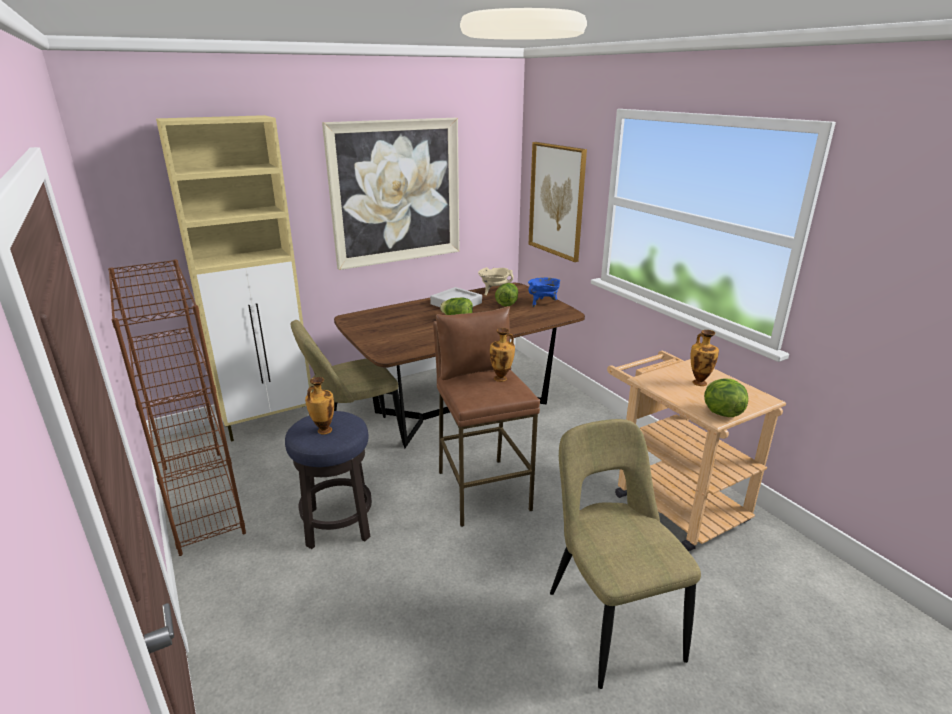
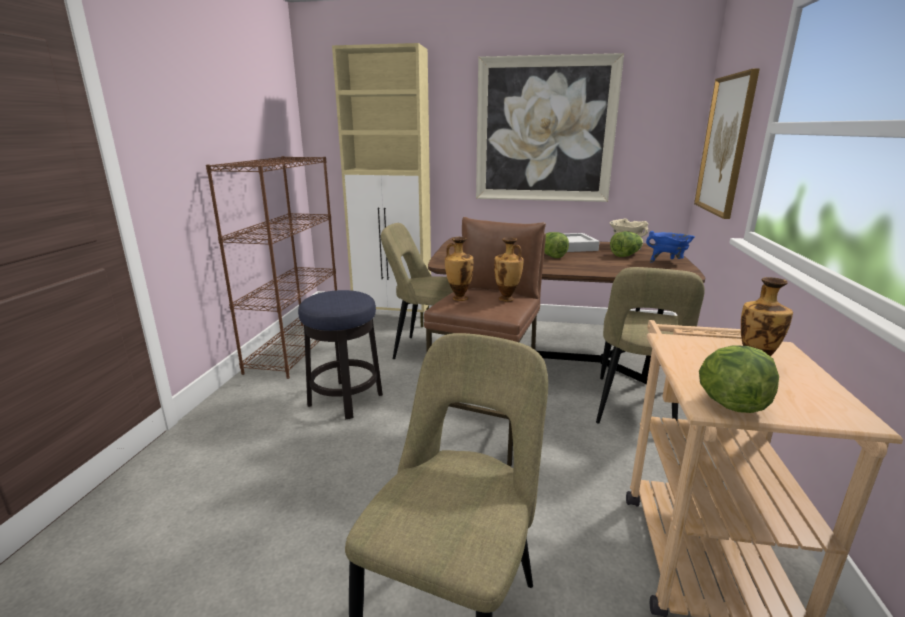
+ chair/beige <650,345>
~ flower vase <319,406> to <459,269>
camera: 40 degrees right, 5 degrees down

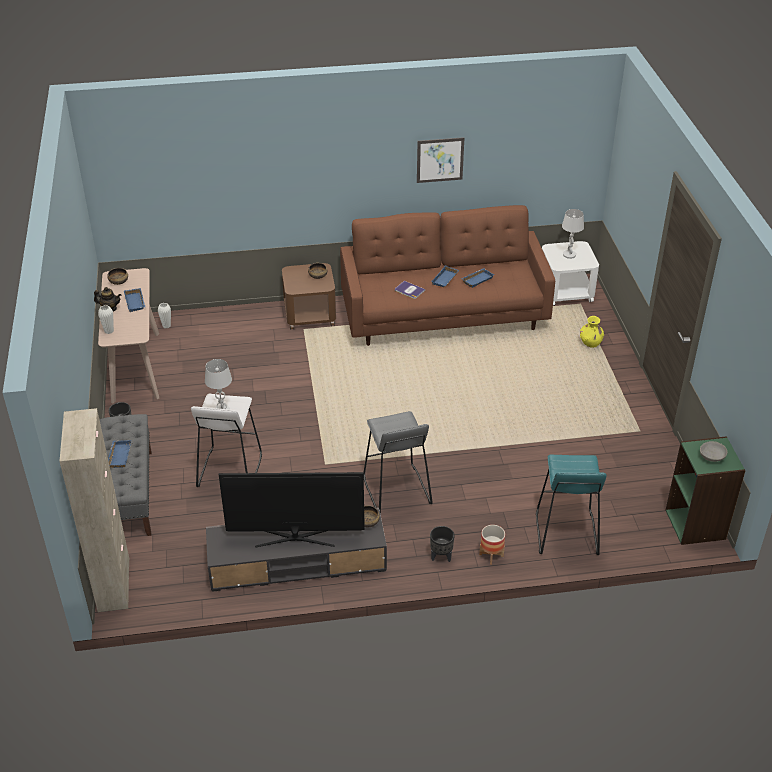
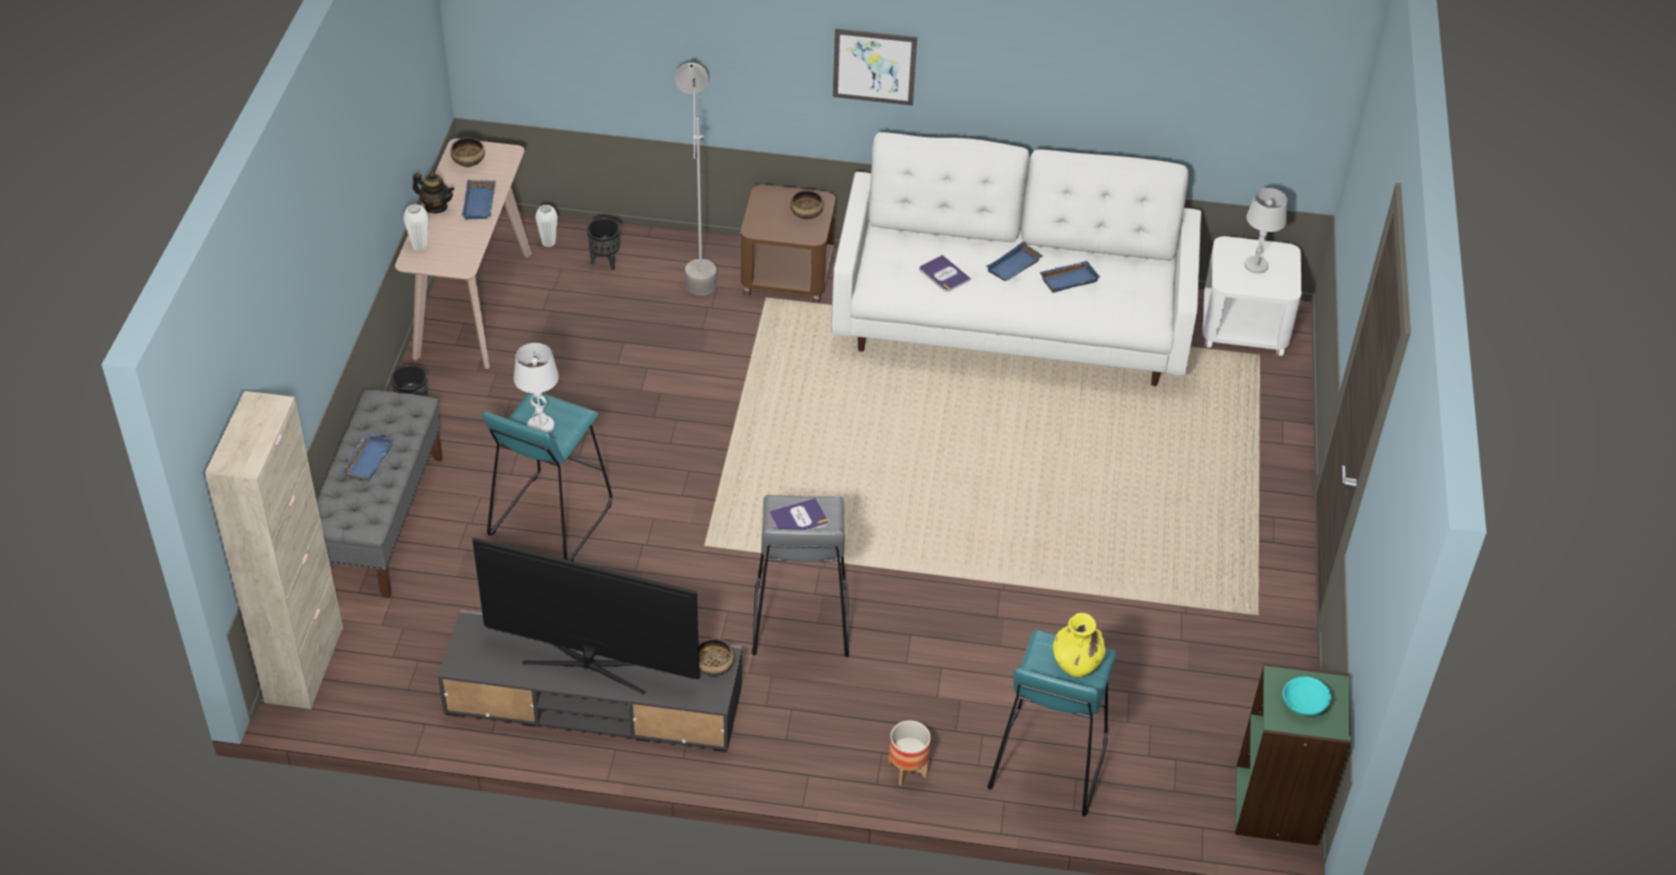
+ standard lamp/grey <696,179>
+ book <798,514>
~ wall picture <440,160> to <875,67>
~ planter/black <442,544> to <603,244>
~ flower vase/yellowish <592,332> to <1079,645>
~ stool seat/white <226,440> to stool seat/turquoise <547,477>
~ settee/brown-coloured <447,275> to settee/white <1016,259>
~ deep dish/grey <713,451> to deep dish/turquoise <1307,696>
camera: 15 degrees right, 5 degrees up

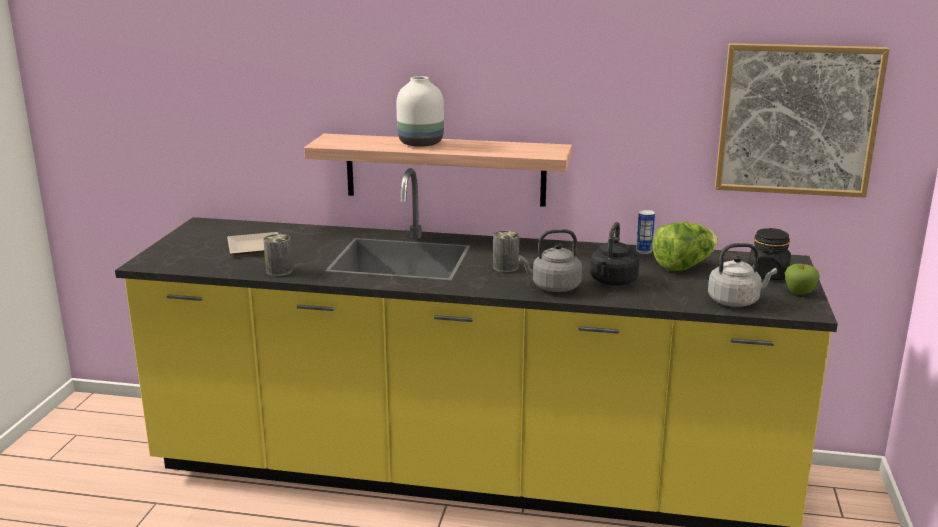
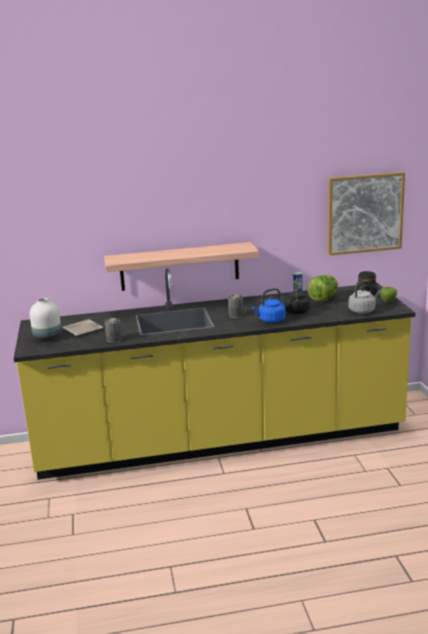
~ flower vase/white <420,111> to <45,319>
~ kettle/grey <550,260> to kettle/bluish <269,305>
camera: 20 degrees left, 0 degrees up

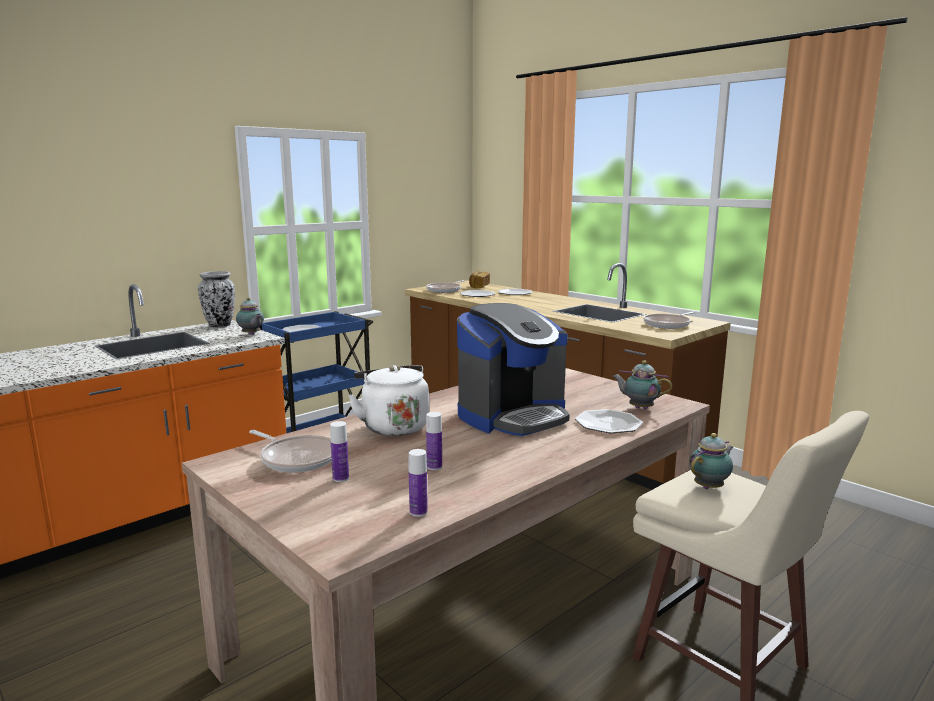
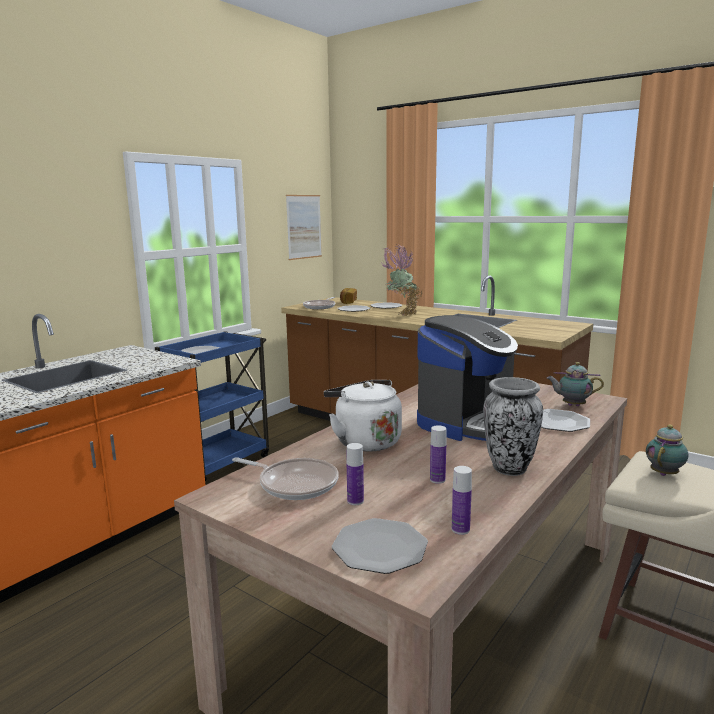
- teapot <250,316>
- pan <669,320>
+ wall picture <304,227>
+ flat dish <380,546>
+ potted plant <402,280>
~ flower vase <216,299> to <513,426>
camera: 10 degrees left, 0 degrees up

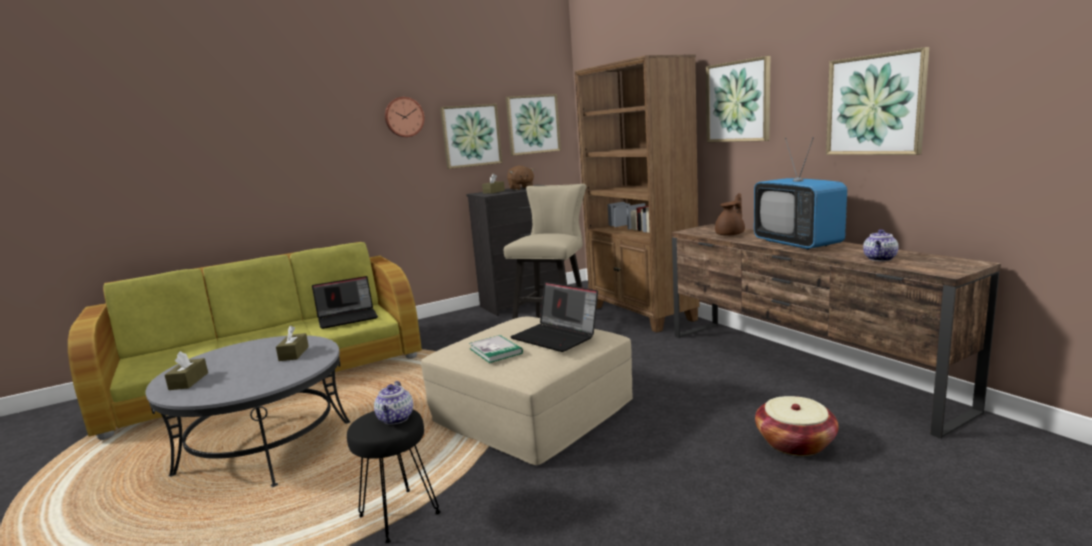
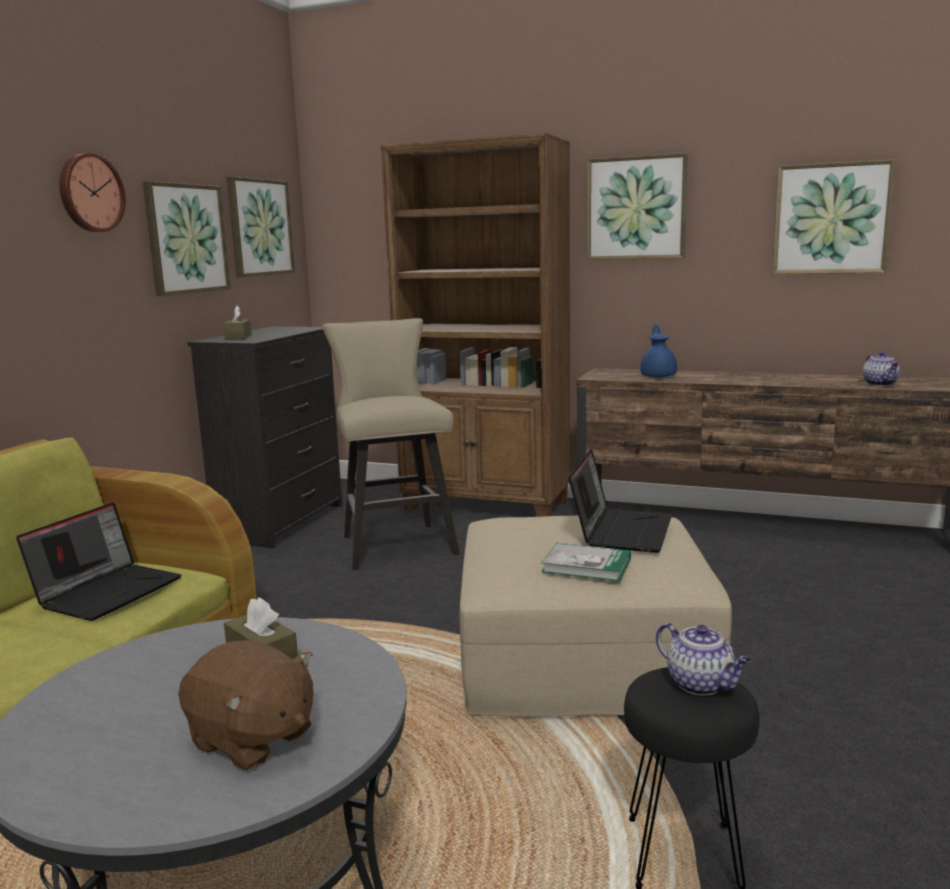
- tissue holder/brown-coloured <186,370>
- television <800,193>
- storage basket <797,426>
~ soft toy/brown-coloured <521,178> to <246,705>
~ teapot/brown-coloured <730,214> to teapot/bluish <659,351>
~ laptop <554,317> = <620,501> 75 degrees counterclockwise
camera: 40 degrees left, 0 degrees up

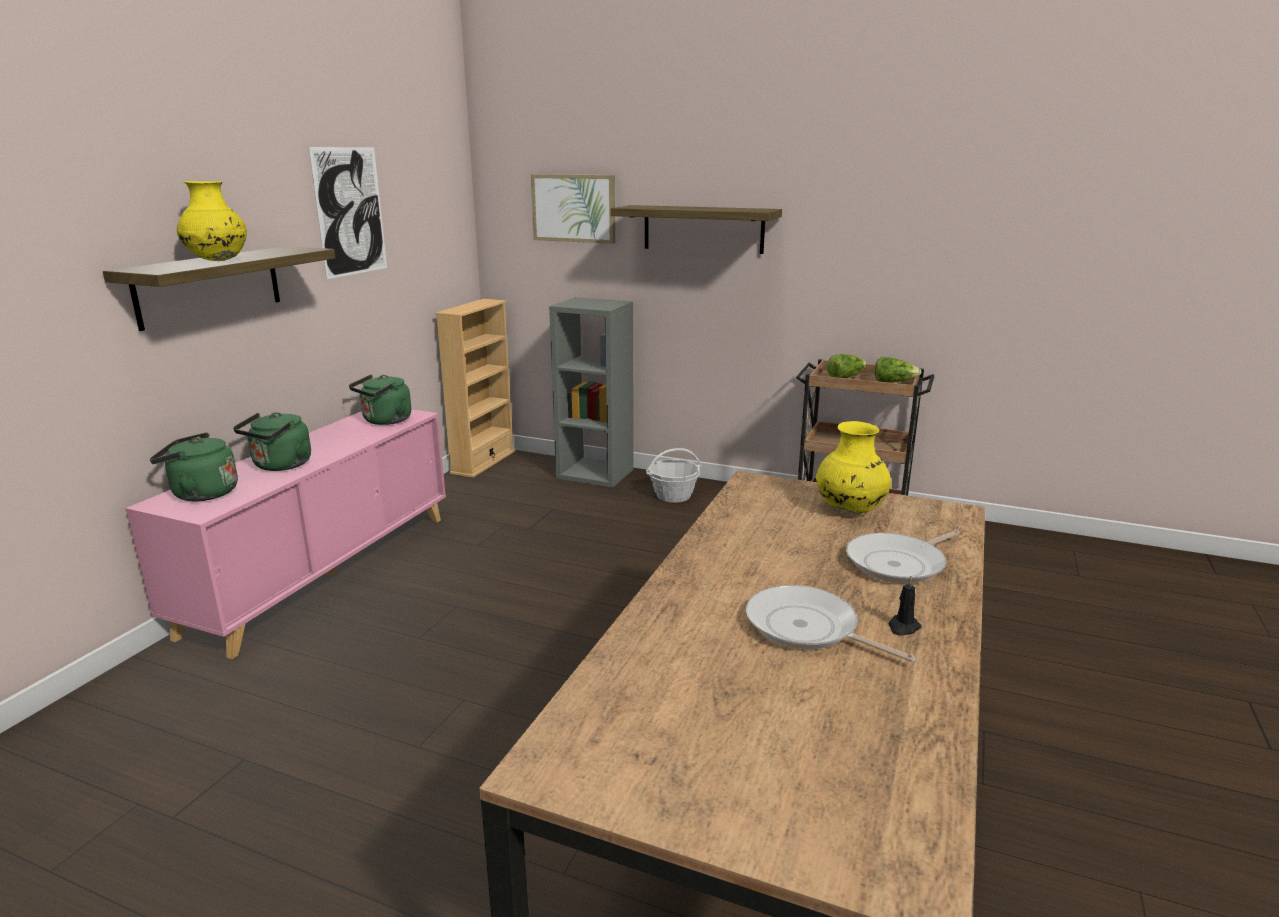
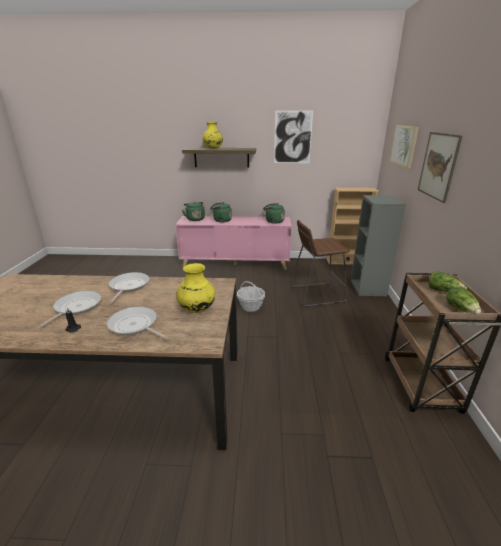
+ pan <129,288>
+ stool seat/brown-coloured <320,263>
~ storage basket <674,475> to <251,296>
~ bracket shelf <696,229> to wall picture <440,167>
camera: 70 degrees right, 5 degrees up

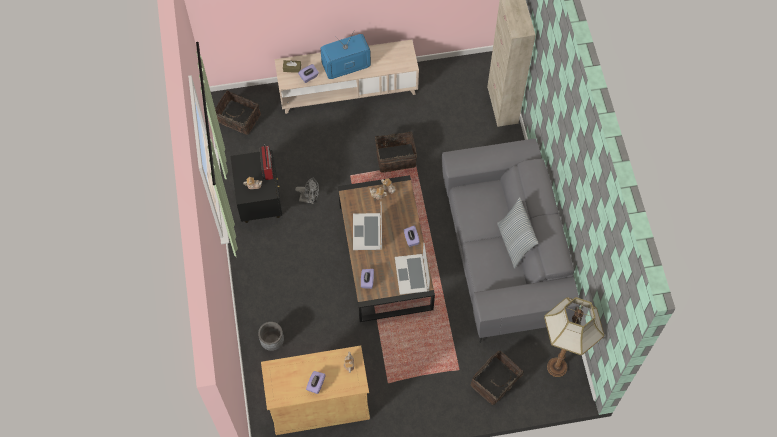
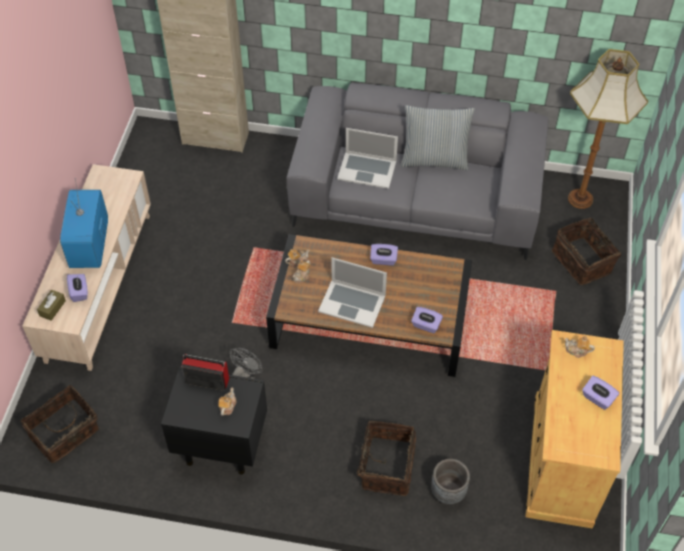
~ storage basket <396,151> to <386,458>
~ laptop <412,269> to <367,158>
camera: 70 degrees left, 10 degrees down

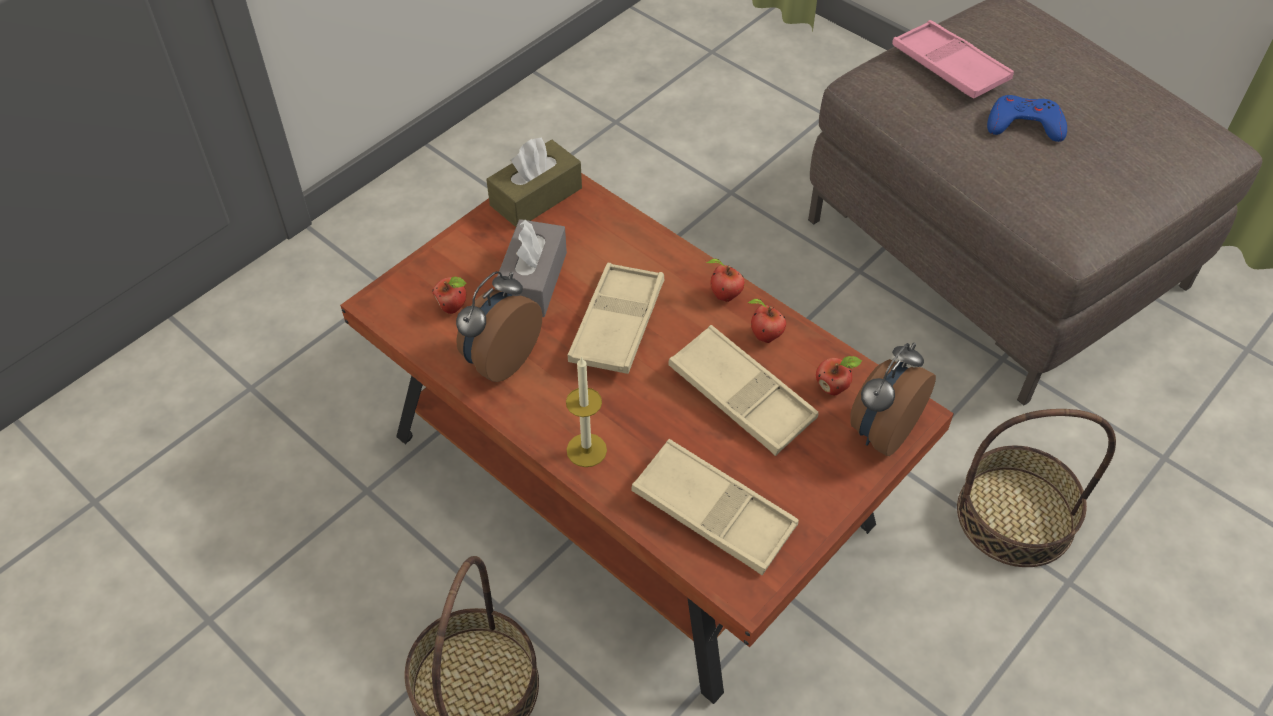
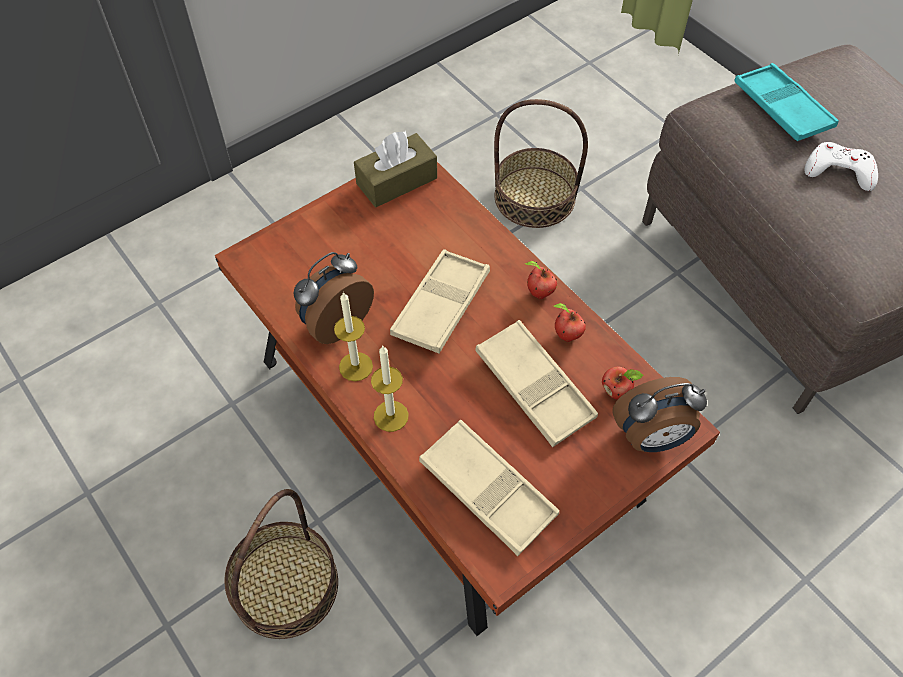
- whole apple <449,295>
- tissue holder/grey <531,268>
+ candle <353,336>
~ storage basket <1036,488> to <541,163>
~ tray/pink-coloured <953,59> to tray/turquoise <787,102>
~ game controller/bluish <1027,118> to game controller/white <841,166>
~ bedside clock <893,399> = <659,414> 150 degrees counterclockwise
camera: 10 degrees right, 5 degrees up

